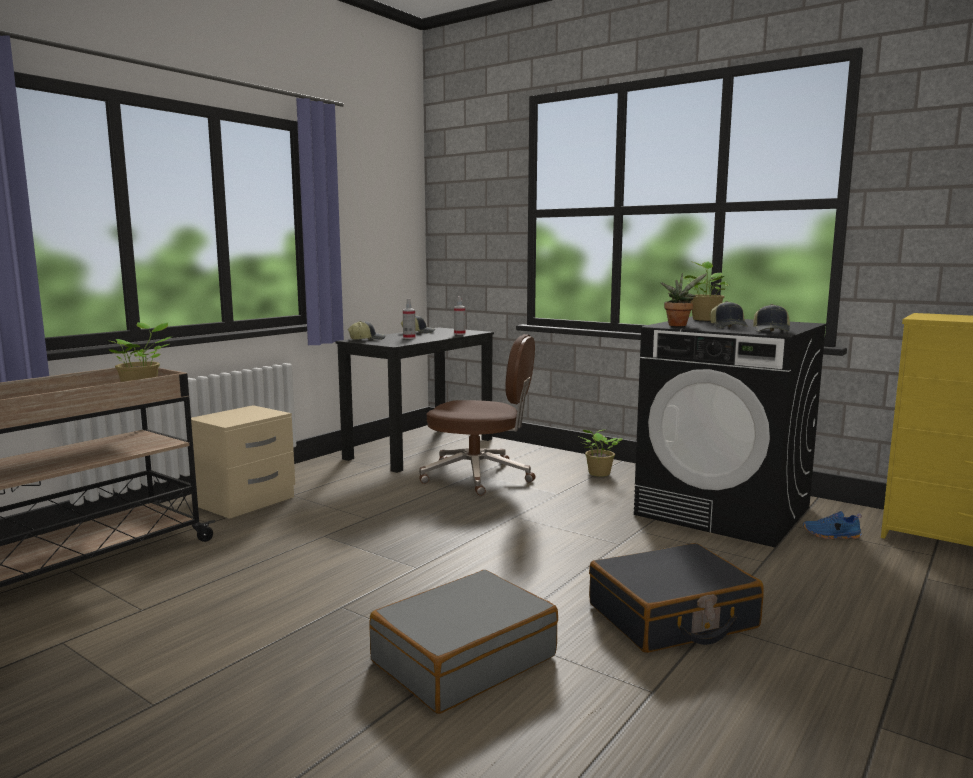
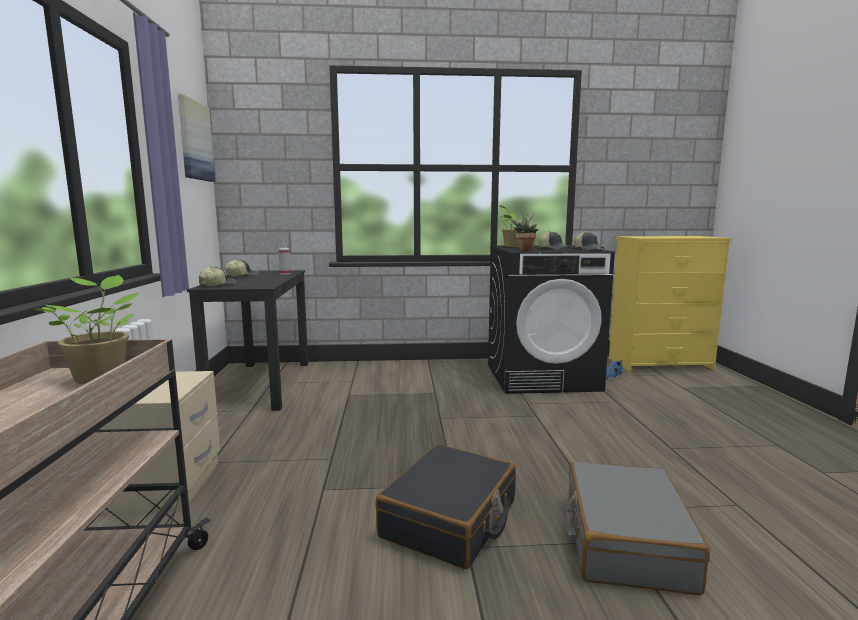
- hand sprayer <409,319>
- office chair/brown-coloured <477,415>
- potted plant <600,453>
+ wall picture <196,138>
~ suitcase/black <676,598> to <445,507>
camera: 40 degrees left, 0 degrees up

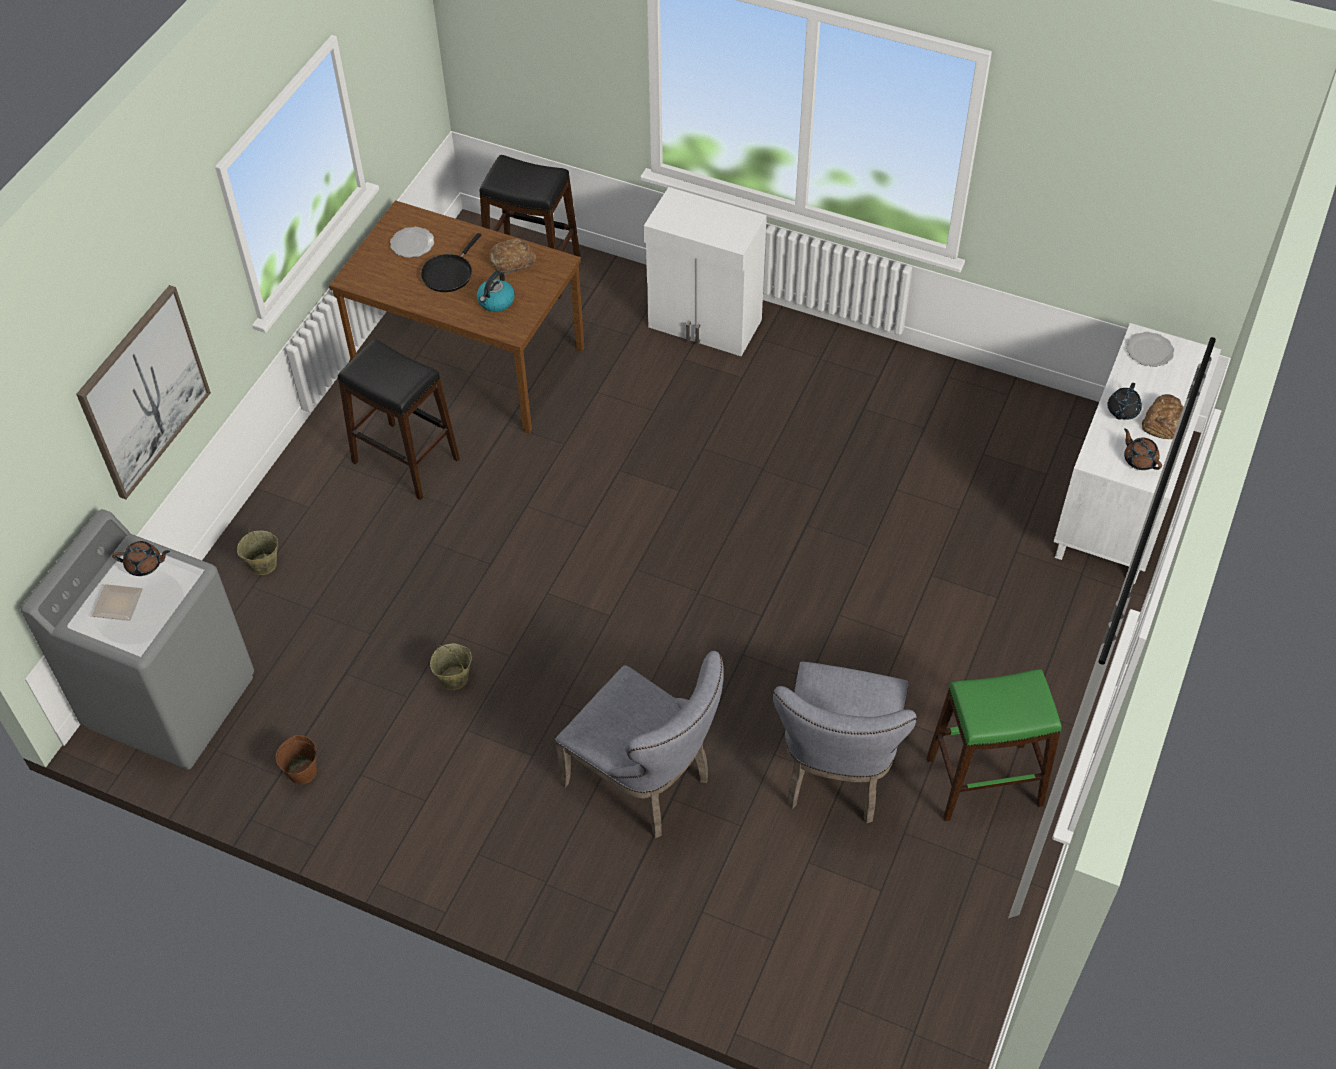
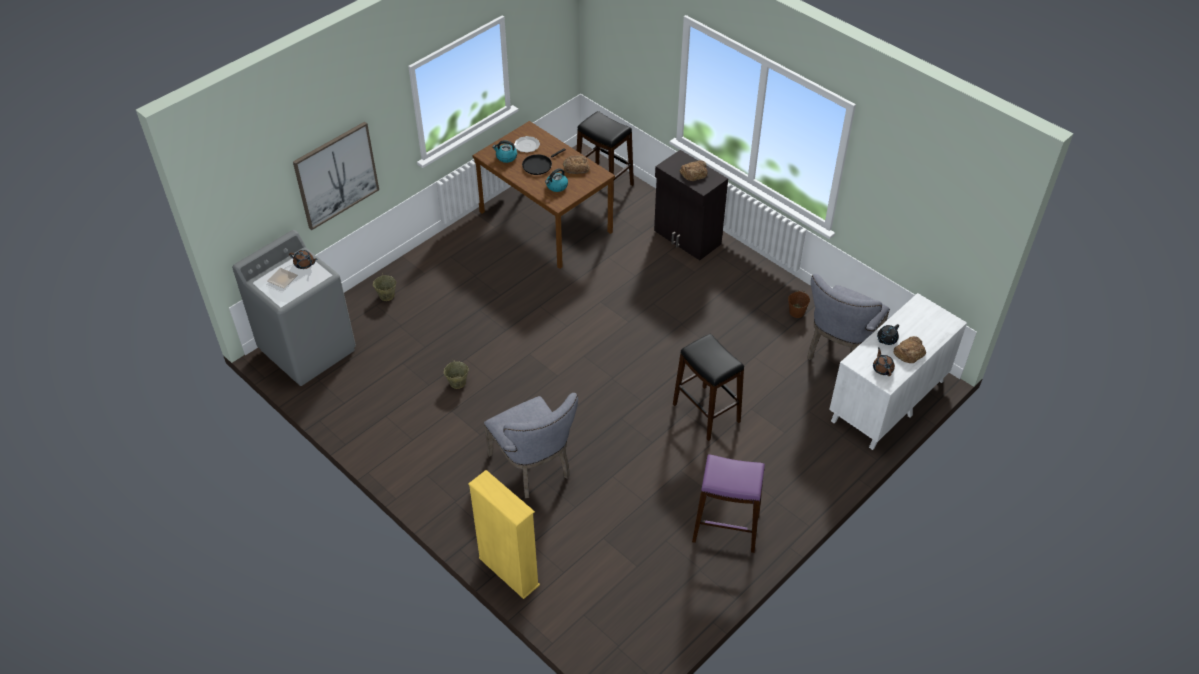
- flat dish <1150,349>
+ shelving unit/yellowish <504,534>
+ kettle <504,151>
+ bread <694,170>
~ bucket/brown-coloured <296,759> to <799,304>
~ stool seat/black <399,419> to <708,387>
~ chair/grey <845,742> to <848,317>
~ cupboard/white <705,271> to cupboard/black <691,205>
~ stool seat/green <994,745> to stool seat/purplish <728,503>
camera: 20 degrees right, 5 degrees down

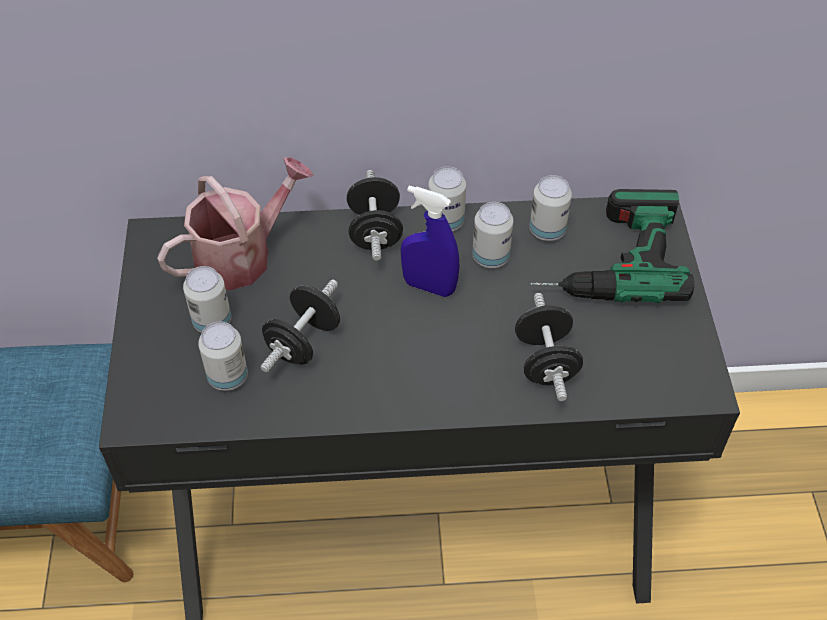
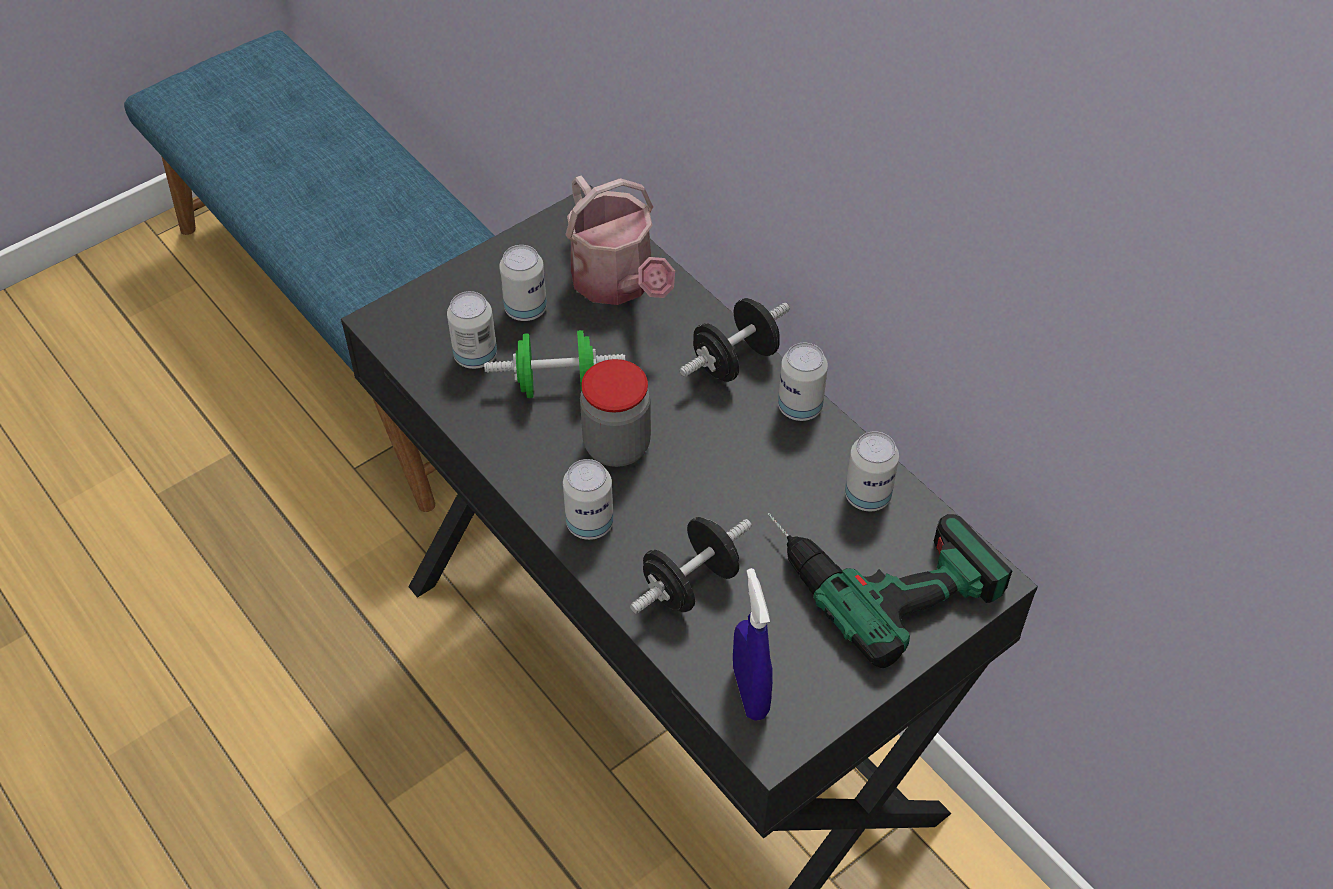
+ jar <615,413>
~ hand sprayer/bluish <430,241> to <753,644>
~ can <492,235> to <588,499>
~ hand weight/black <300,325> to hand weight/green <555,364>
~ sprinkling can <235,223> = <620,240> 45 degrees clockwise
camera: 55 degrees right, 0 degrees up

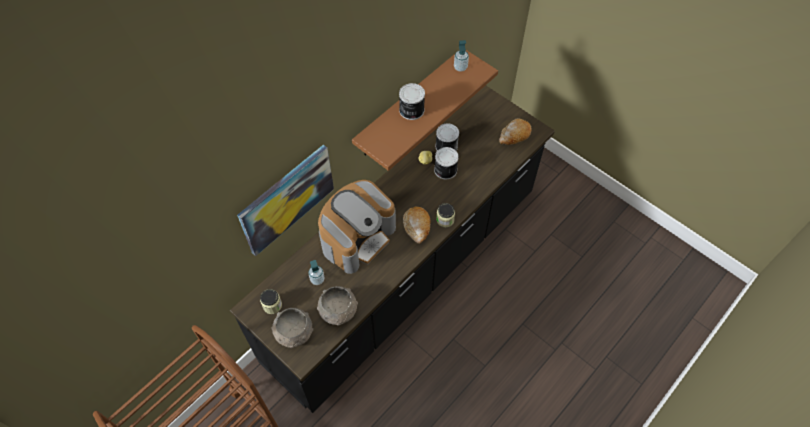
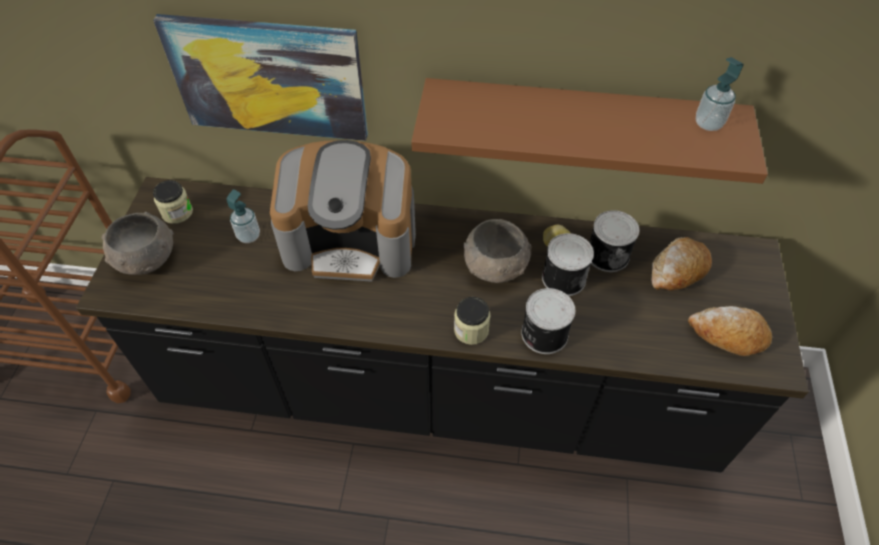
~ deep dish/grey <337,306> to <497,251>
~ can <412,101> to <548,321>
~ bread <417,225> to <681,264>
camera: 55 degrees right, 5 degrees down

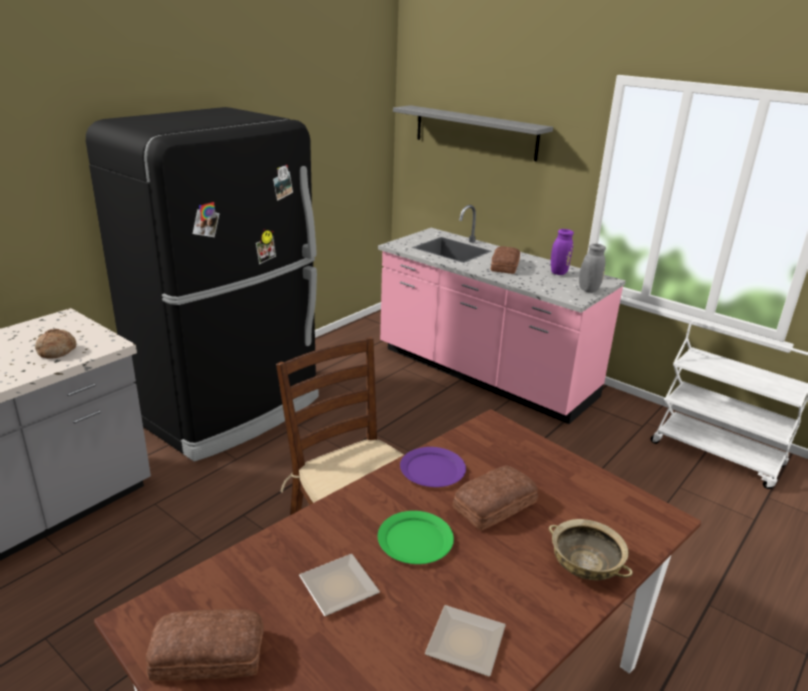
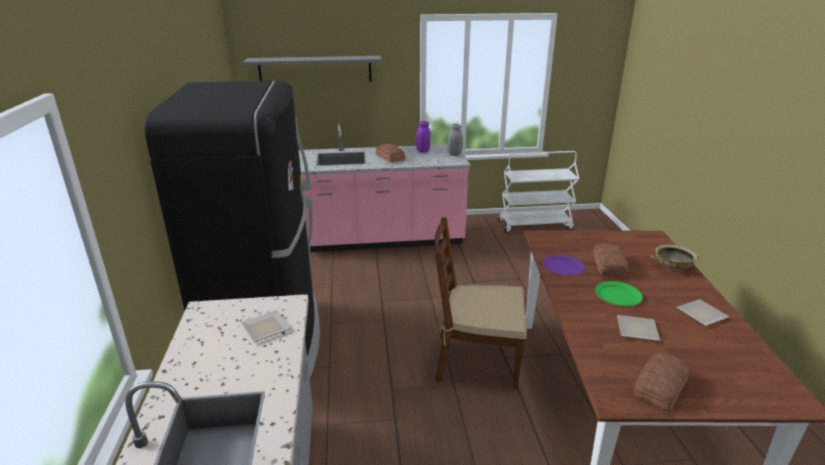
~ bread <55,344> to flat dish <266,326>
camera: 45 degrees left, 0 degrees up

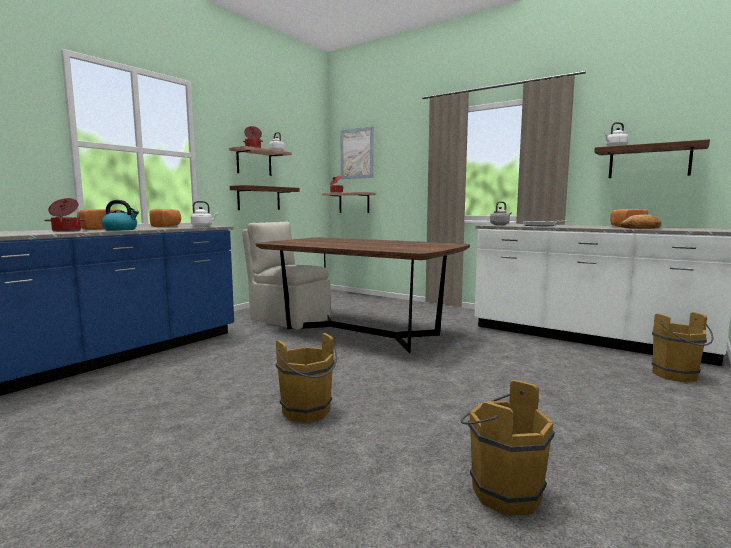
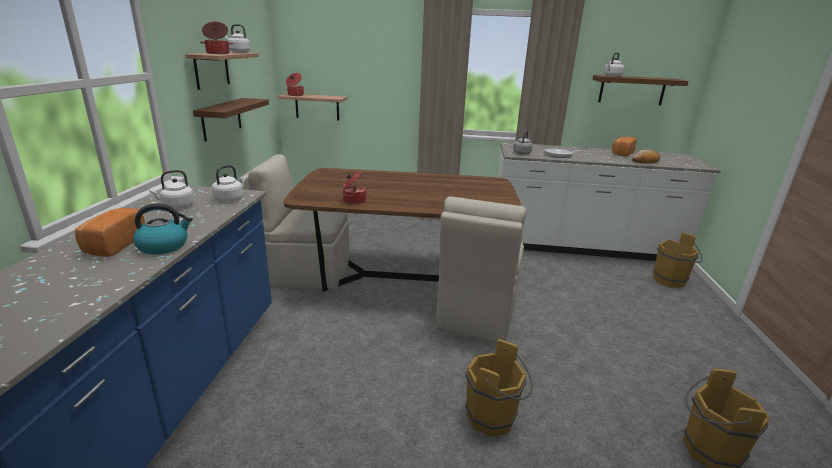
- wall picture <357,152>
+ chair/beige <481,269>
~ cooking pot <65,215> to <354,187>
~ bread <165,218> to kettle/white <171,189>
camera: 30 degrees left, 15 degrees up

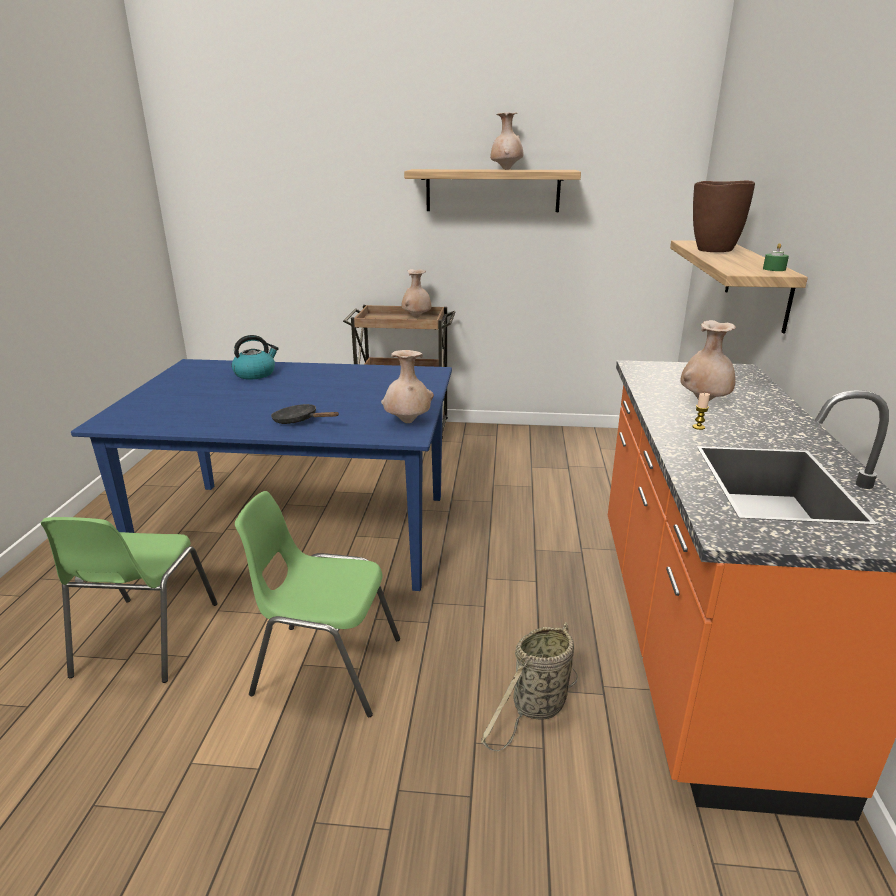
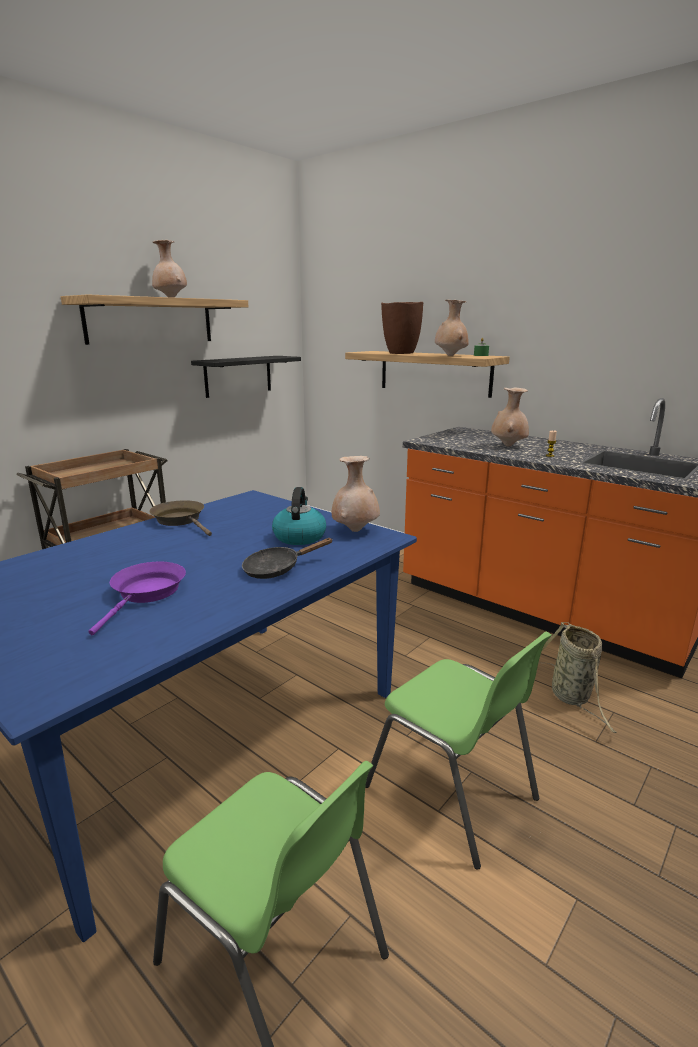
+ pan/purplish <137,598>
+ pan/brown-coloured <180,518>
+ bracket shelf/black <246,377>
~ kettle <255,357> to <299,516>
~ flower vase/beige <416,293> to <452,328>
~ chair/green <317,604> = <458,751> 90 degrees counterclockwise
camera: 55 degrees left, 5 degrees down

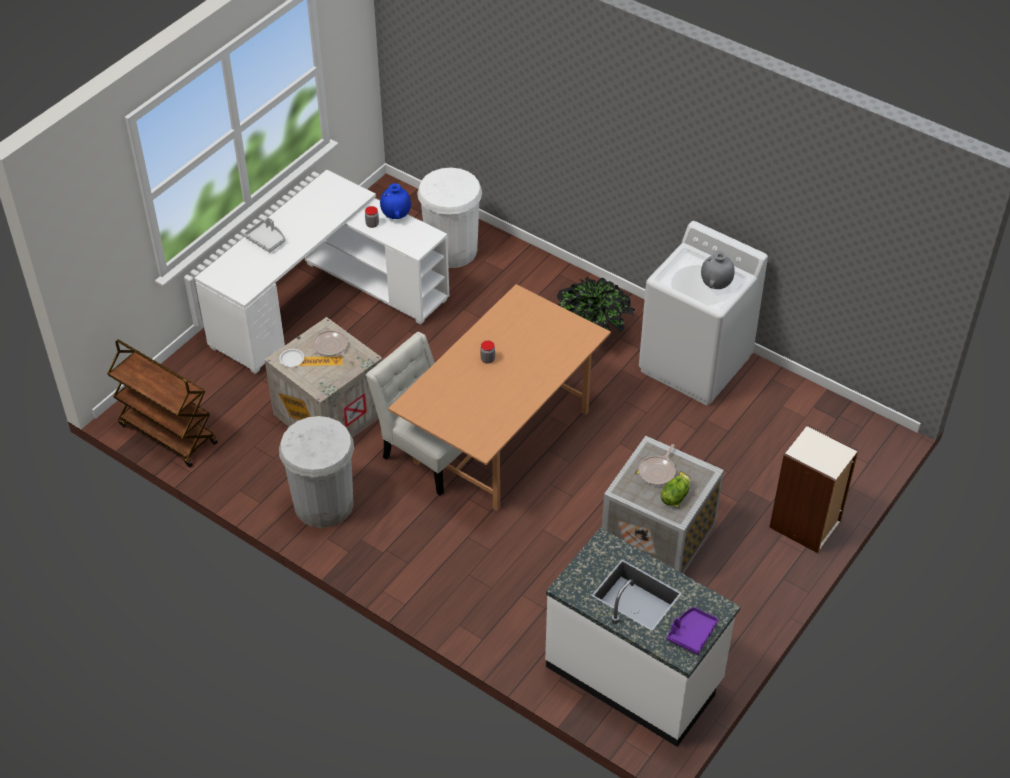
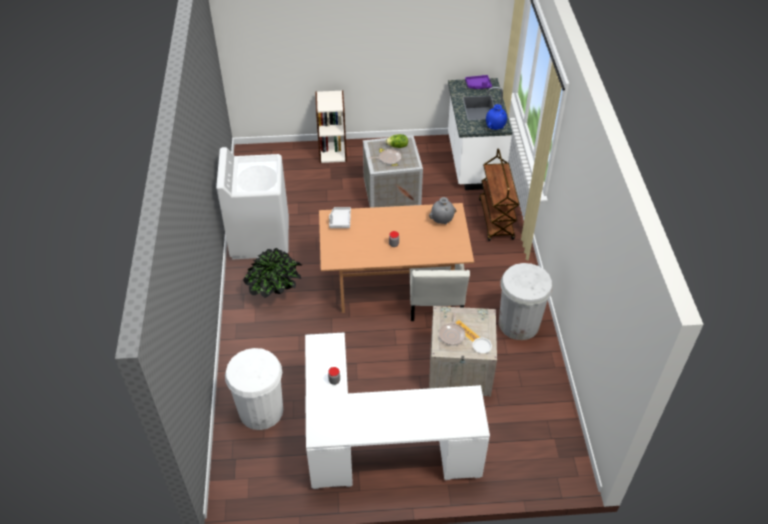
~ cart/brown-coloured <162,403> to <499,195>
~ tray/grey <265,235> to <340,217>
~ flower vase/bluish <395,201> to <496,117>
~ flower vase/grey <718,270> to <442,211>
camera: 130 degrees left, 0 degrees up

